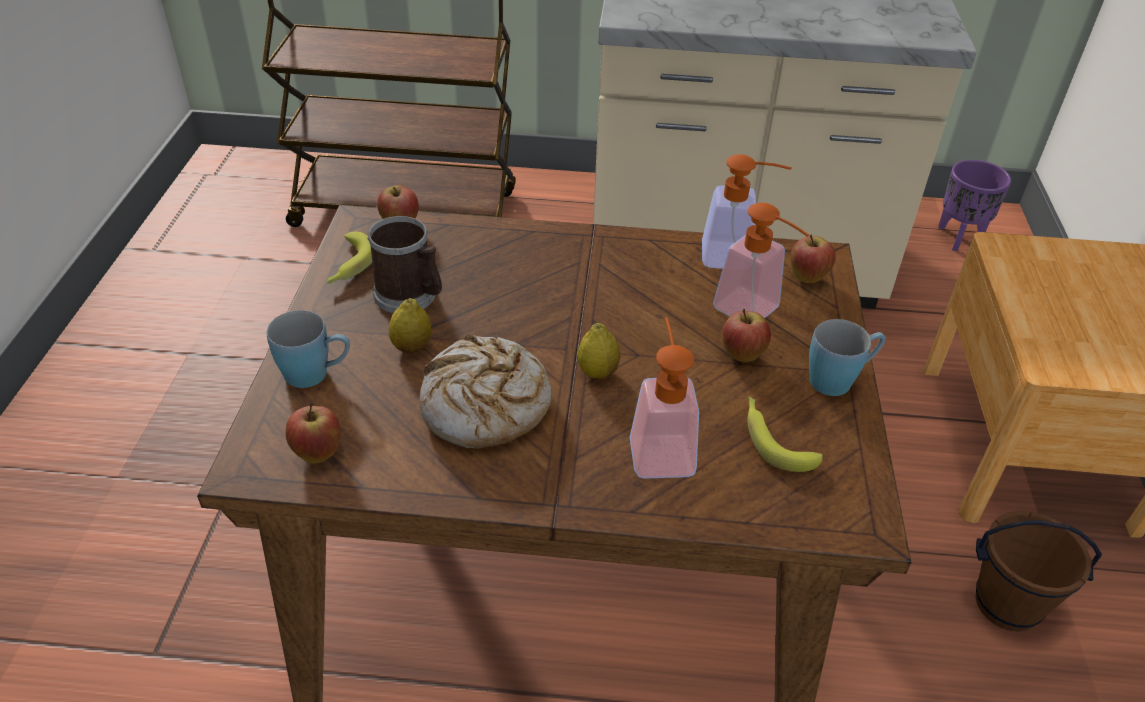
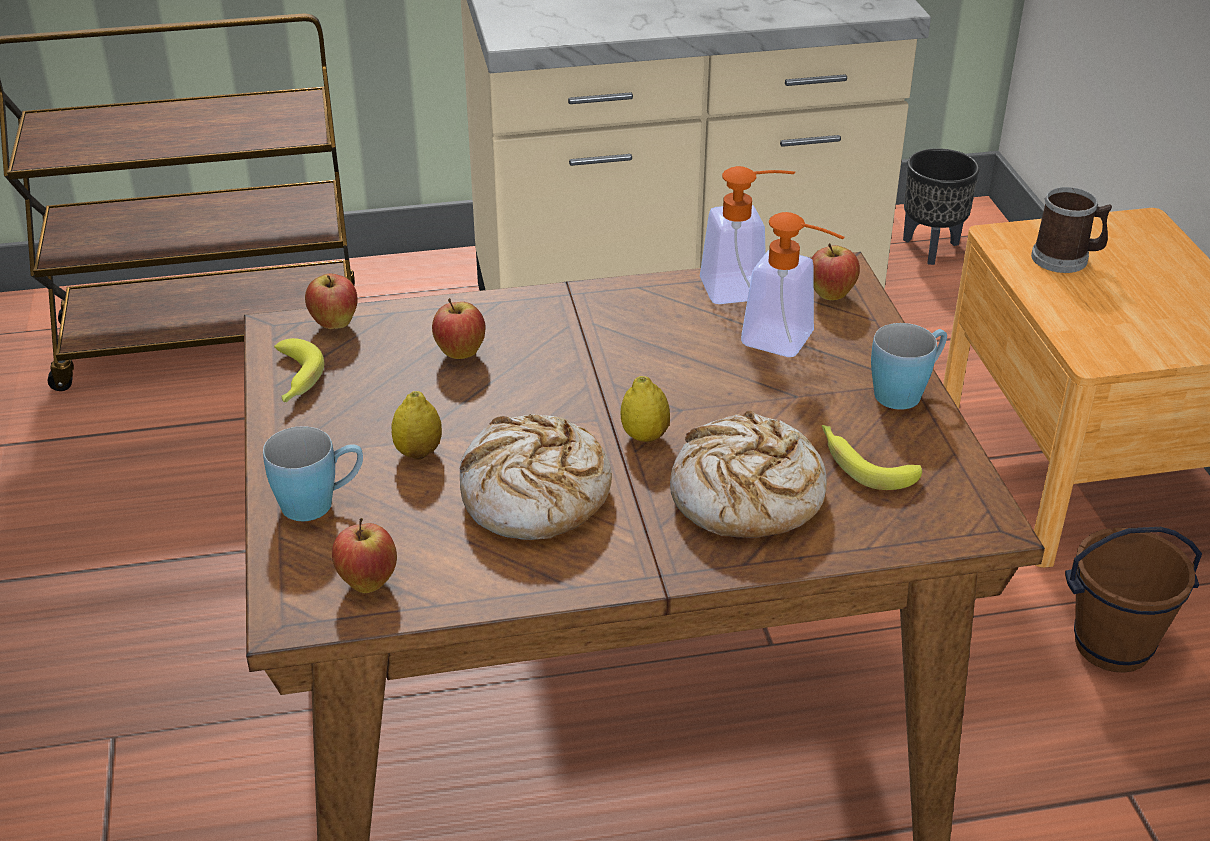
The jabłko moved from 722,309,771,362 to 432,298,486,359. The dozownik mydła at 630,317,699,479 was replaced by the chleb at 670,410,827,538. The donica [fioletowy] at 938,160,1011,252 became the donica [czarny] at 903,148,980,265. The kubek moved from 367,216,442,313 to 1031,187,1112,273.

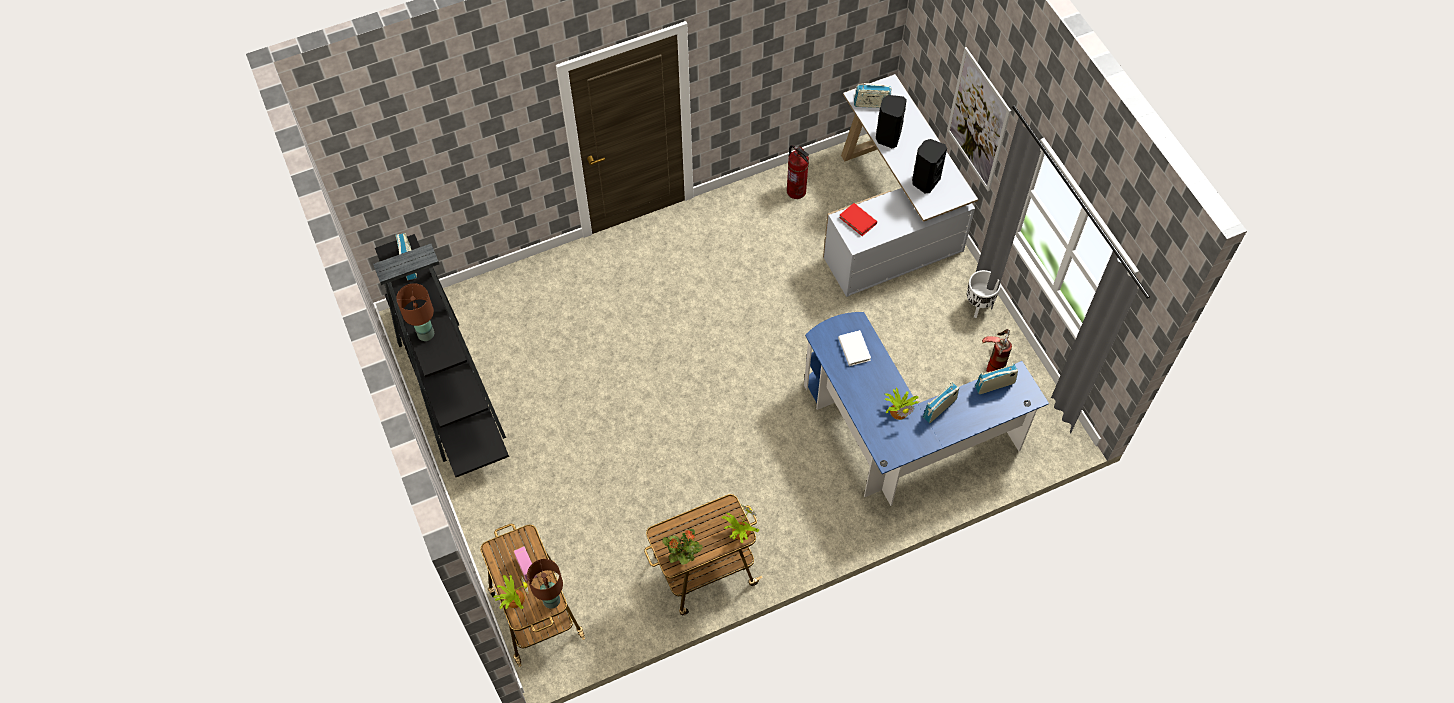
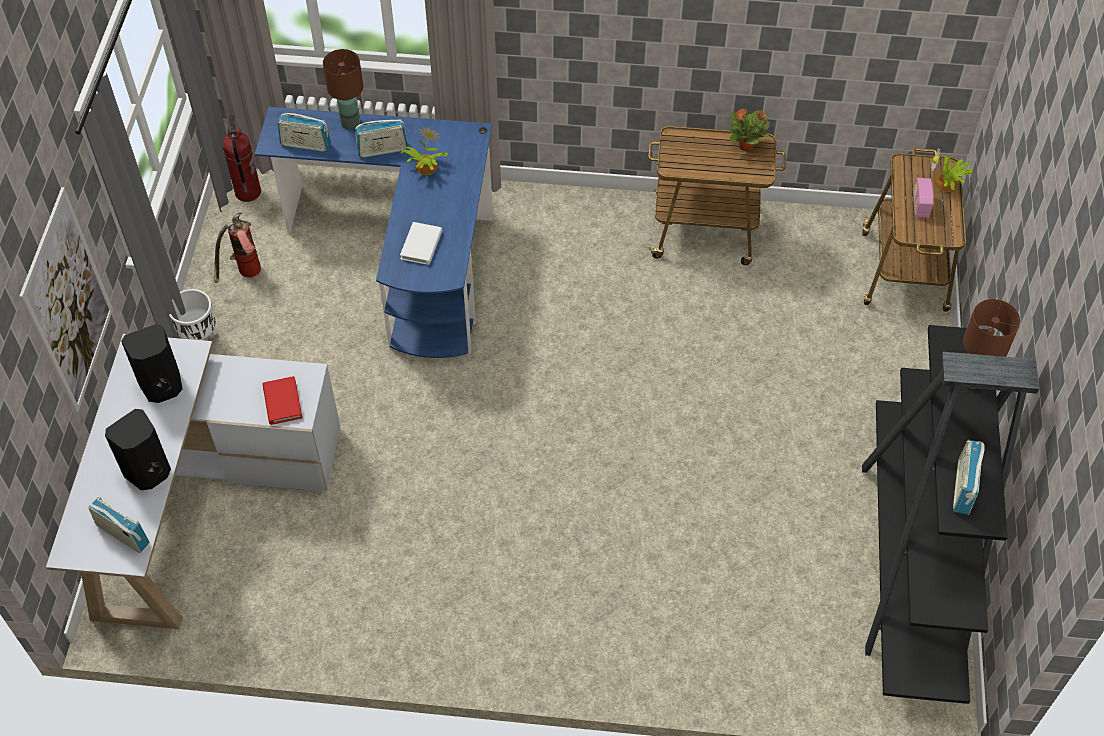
The gaśnica moved from 787,145,809,199 to 222,115,261,202. The lampa stołowa [brązowy] moved from 527,559,563,609 to 323,49,363,129. The roślina doniczkowa at 722,505,760,543 disappeared.

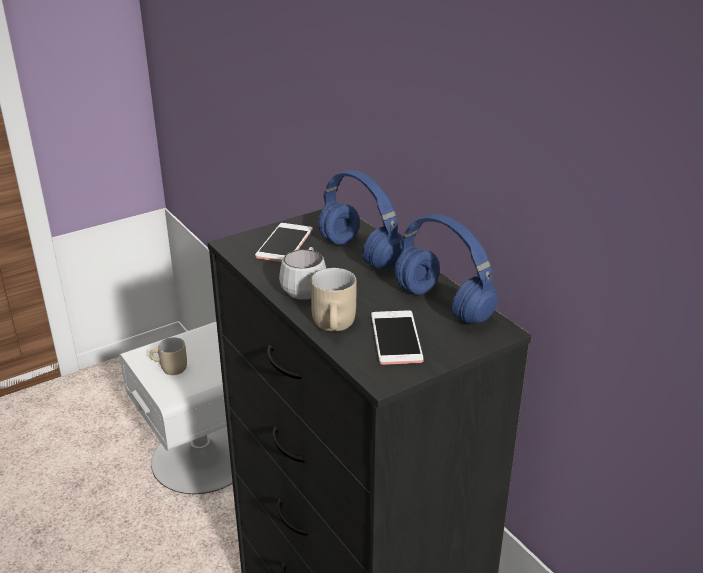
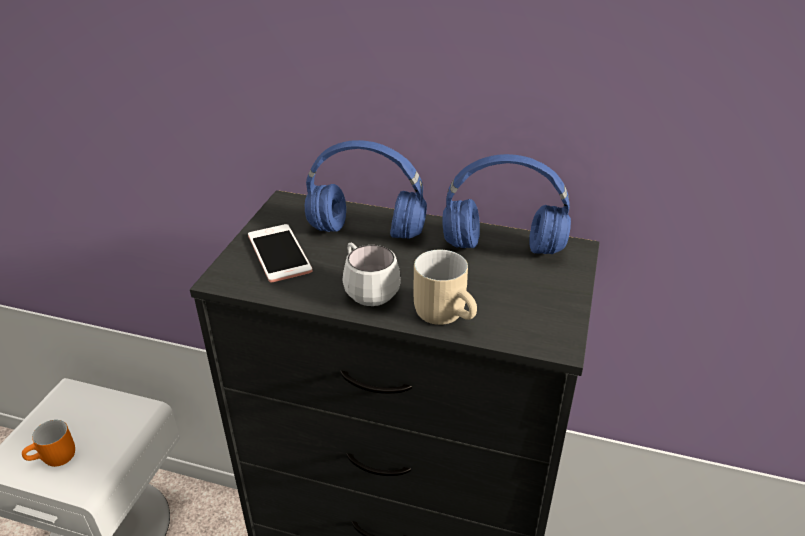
The kubek [beżowy] at 149,338,187,375 became the kubek [pomarańczowy] at 22,420,75,467. The telefon at 371,310,424,365 disappeared.

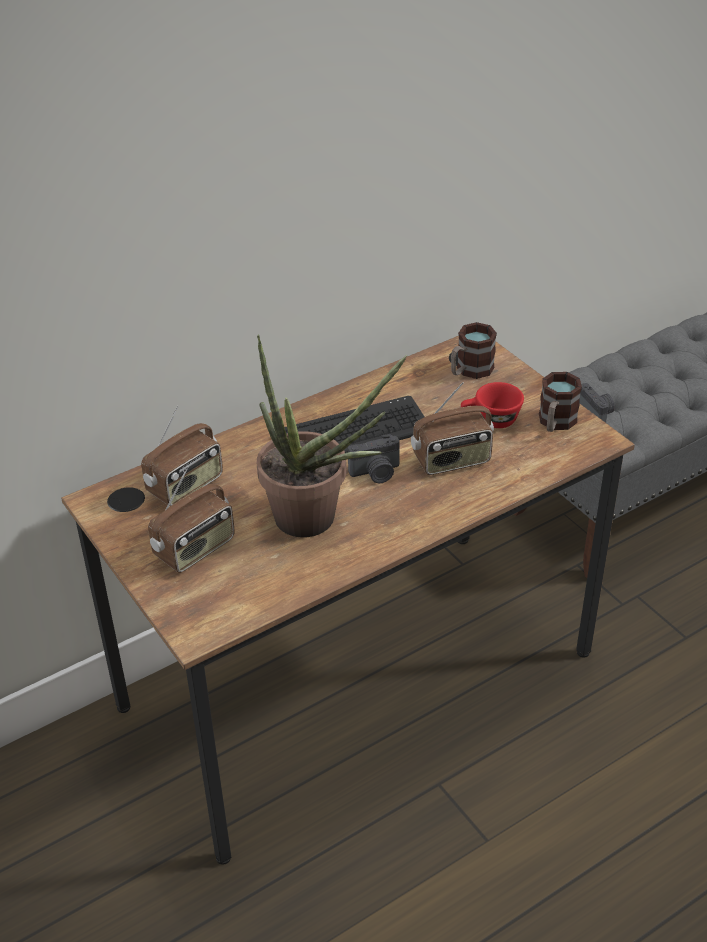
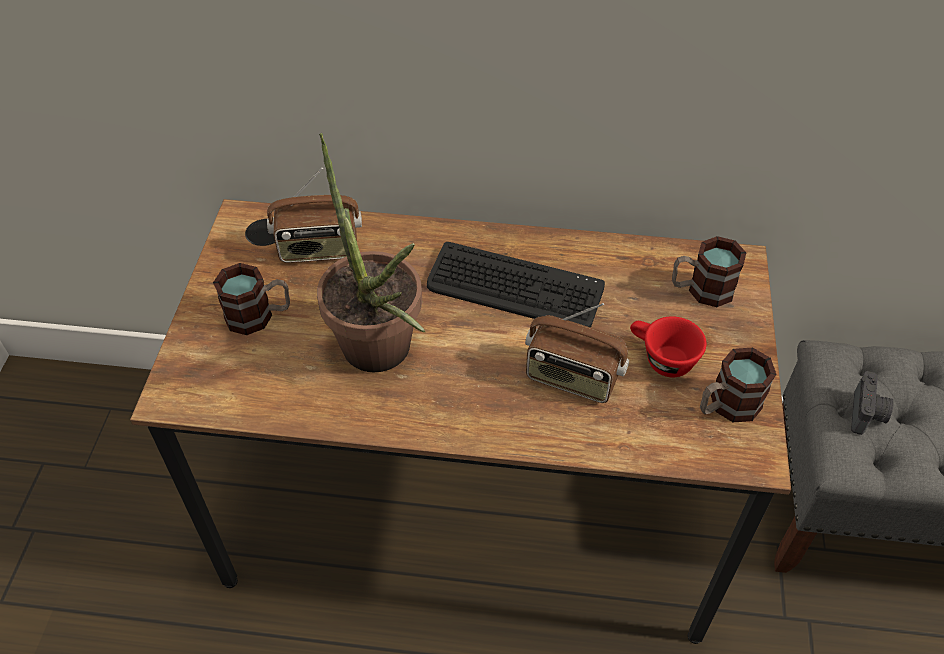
The radio at 148,466,235,573 was replaced by the kubek at 213,263,290,335. The aparat fotograficzny at 348,434,400,483 disappeared.

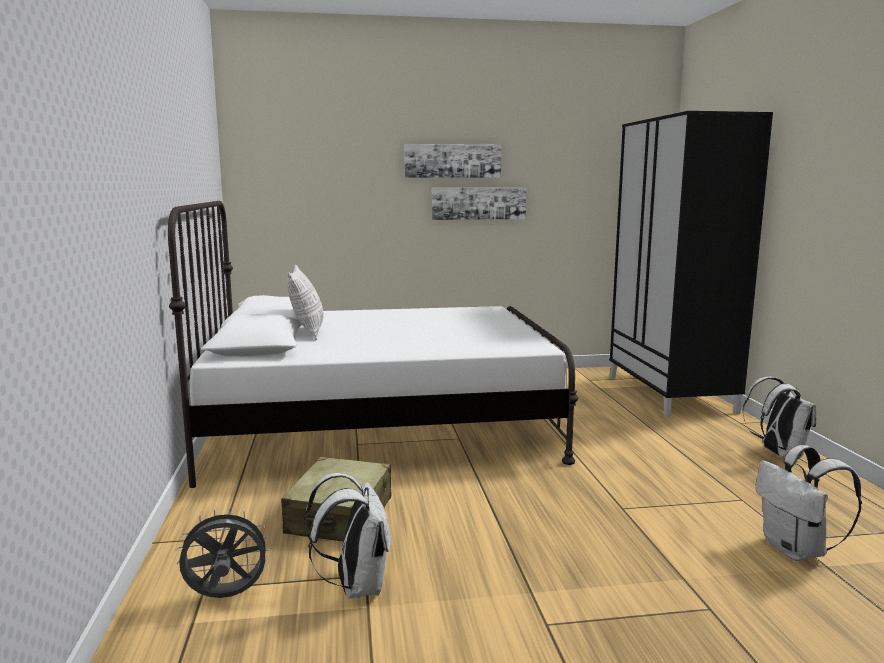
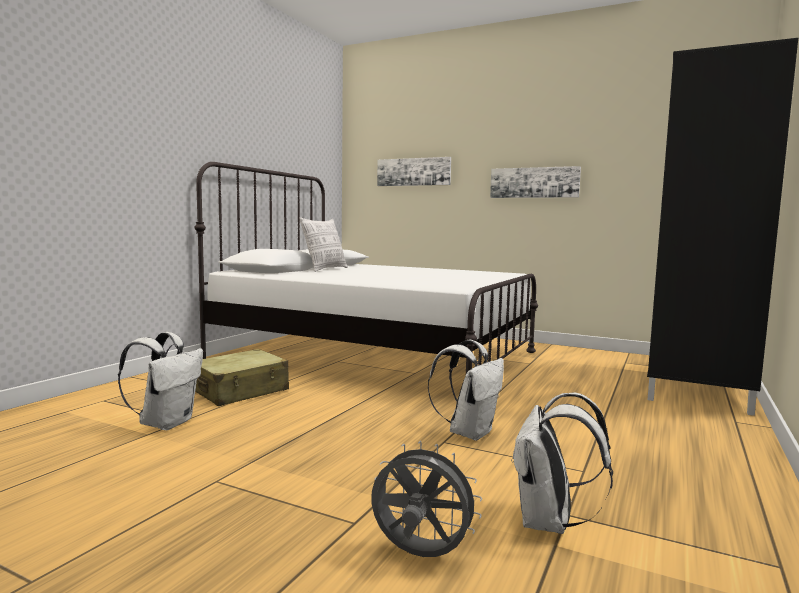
The wentylator [szary] moved from 176,508,272,598 to 371,441,482,557. The obraz moved from 404,144,501,178 to 377,157,451,186. The plecak [biały] moved from 742,377,816,458 to 428,340,504,441.

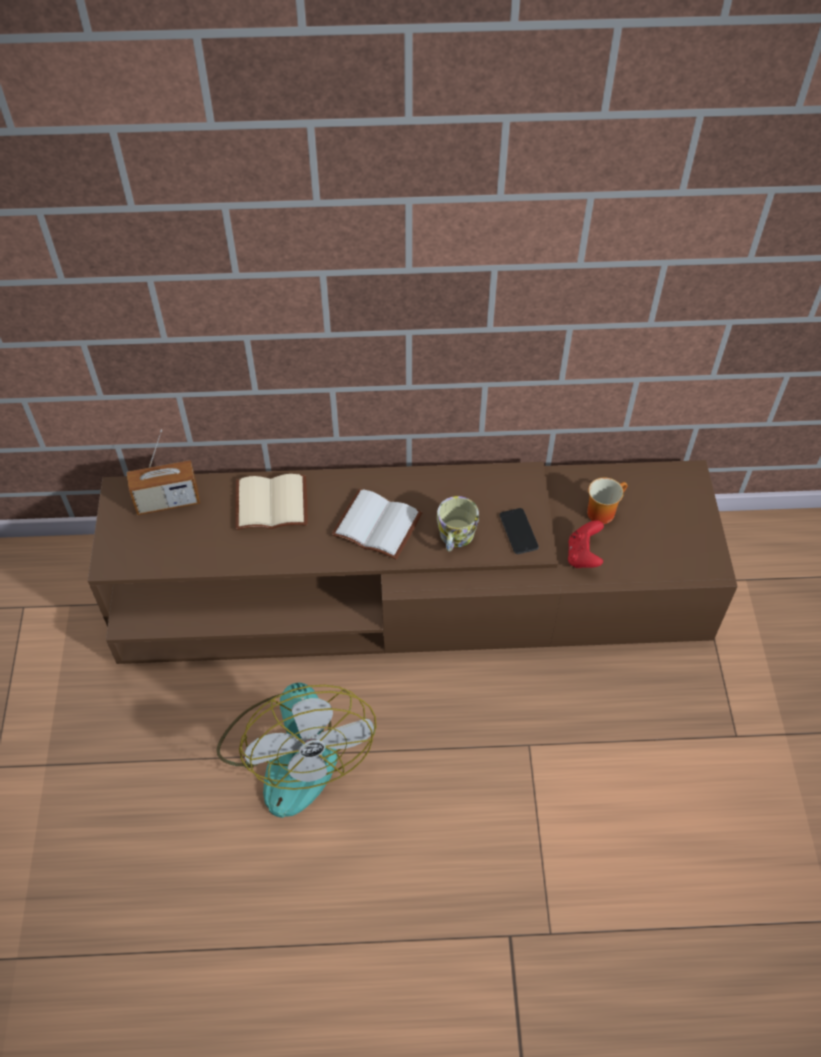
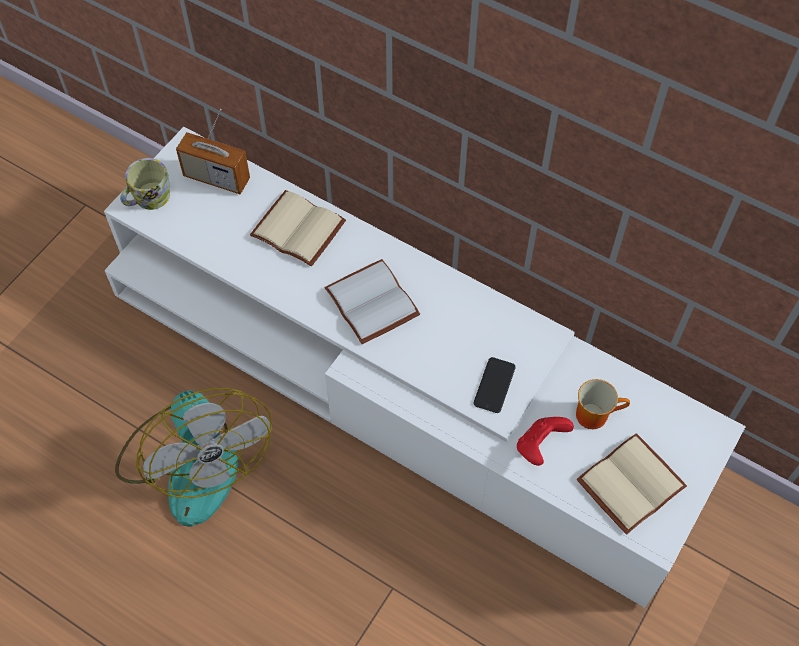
The szafka pod telewizor [brązowy] at 88,460,738,664 became the szafka pod telewizor [biały] at 104,127,746,608. The wentylator at 216,683,376,818 turned 45 degrees counterclockwise. The kubek moved from 437,496,479,552 to 120,158,170,210. The książka [beżowy] at 577,433,687,534 appeared.

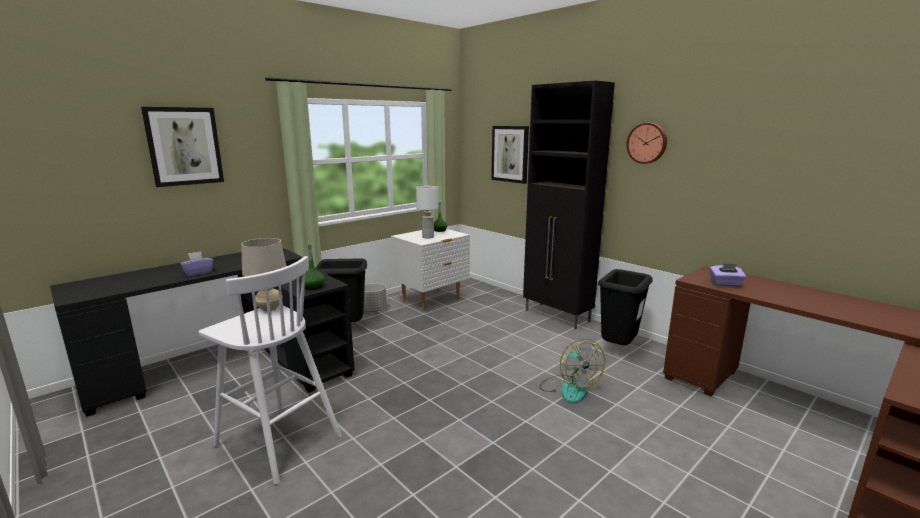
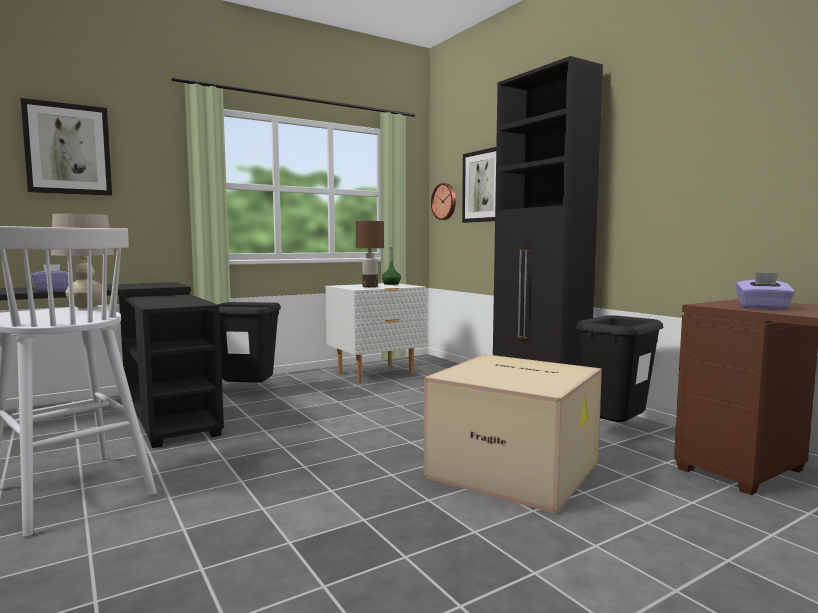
The lampa stołowa [biały] at 416,186,439,239 became the lampa stołowa [brązowy] at 356,221,384,287. The wentylator at 540,339,605,403 was replaced by the karton at 424,354,602,514. The zegar ścienny moved from 626,123,667,164 to 431,183,456,220. The butelka [zielony] at 301,245,325,290 disappeared. The donica [szary] at 364,283,387,312 disappeared.

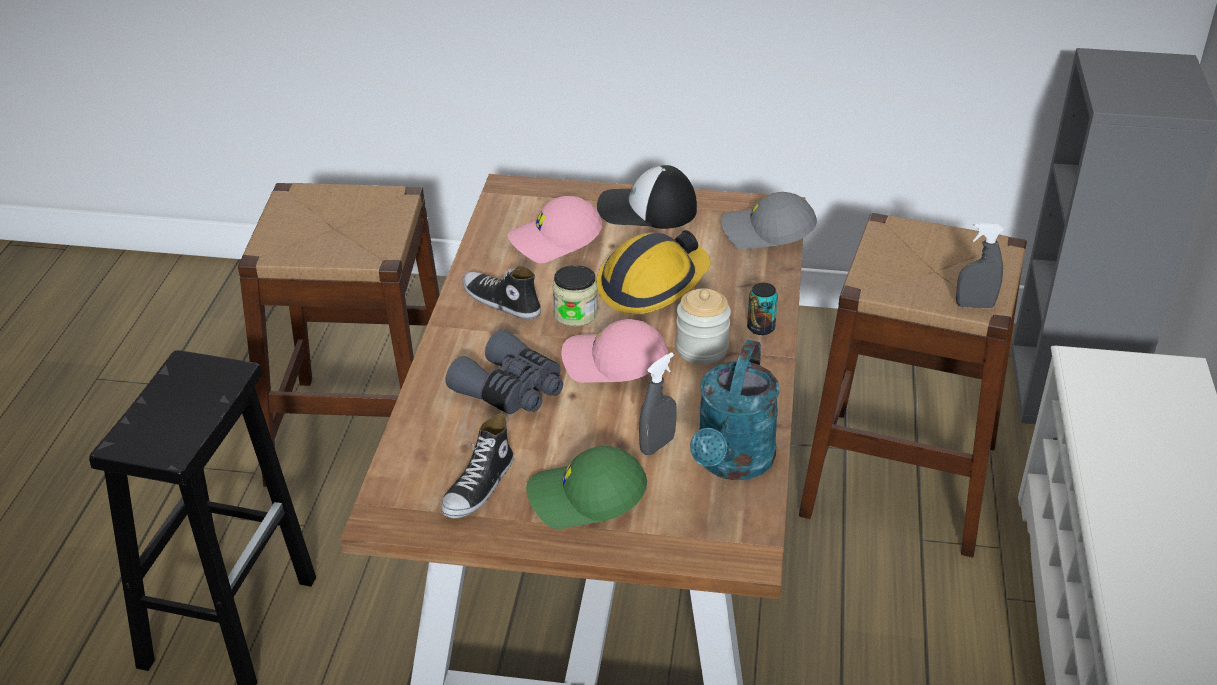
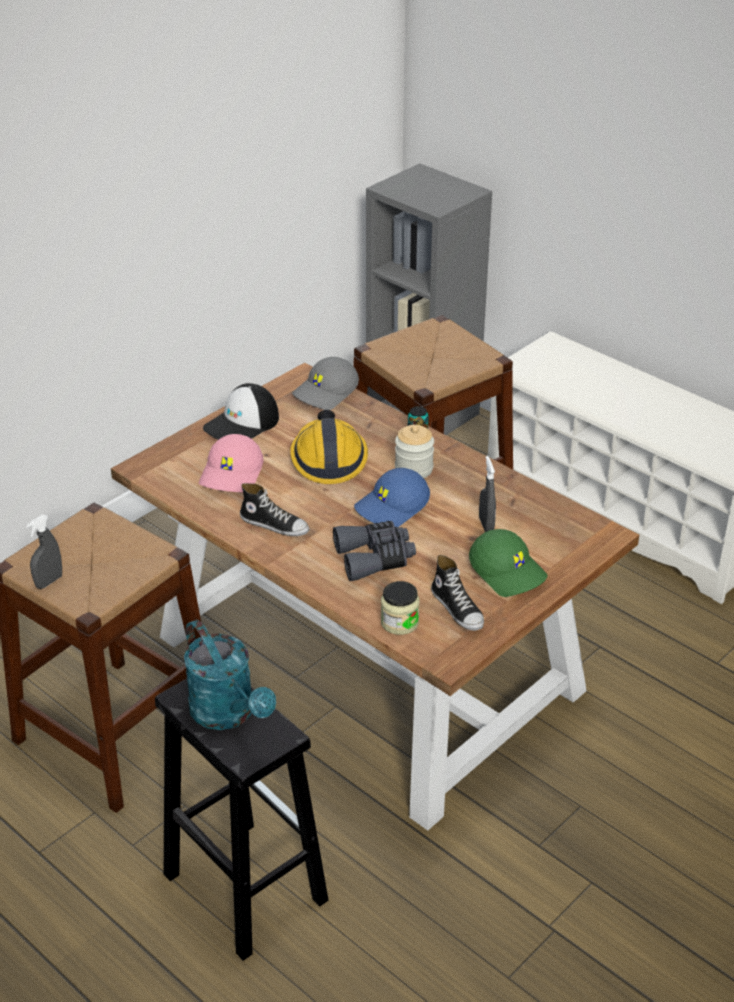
The spryskiwacz [szary] moved from 956,223,1004,308 to 26,515,62,589. The konewka [turkusowy] moved from 690,340,780,480 to 184,620,276,730. The but at 462,266,541,319 turned 135 degrees counterclockwise. The czapka z daszkiem [różowy] at 561,319,668,383 became the czapka z daszkiem [niebieski] at 354,468,430,527. The słoik moved from 552,265,598,327 to 381,581,419,635. The czapka z daszkiem [zielony] at 526,446,647,529 turned 75 degrees counterclockwise.

